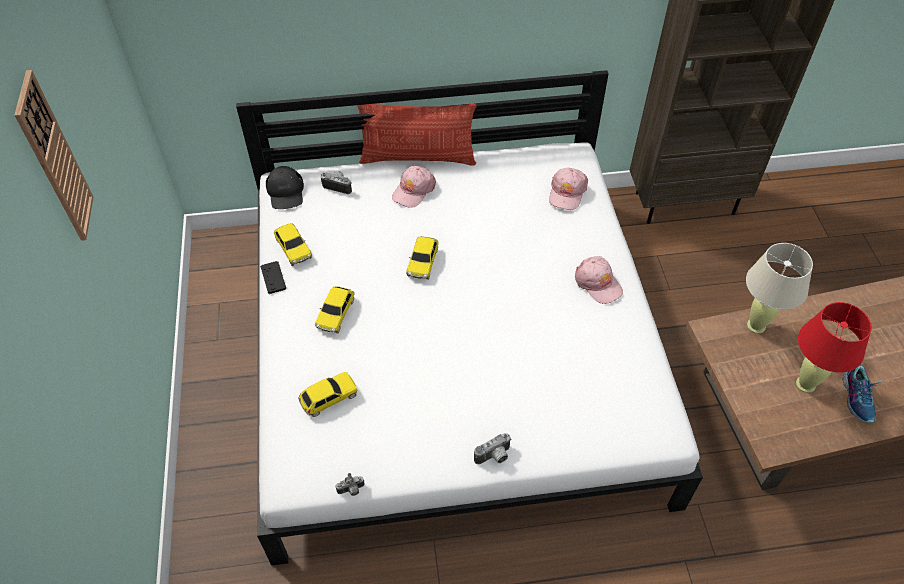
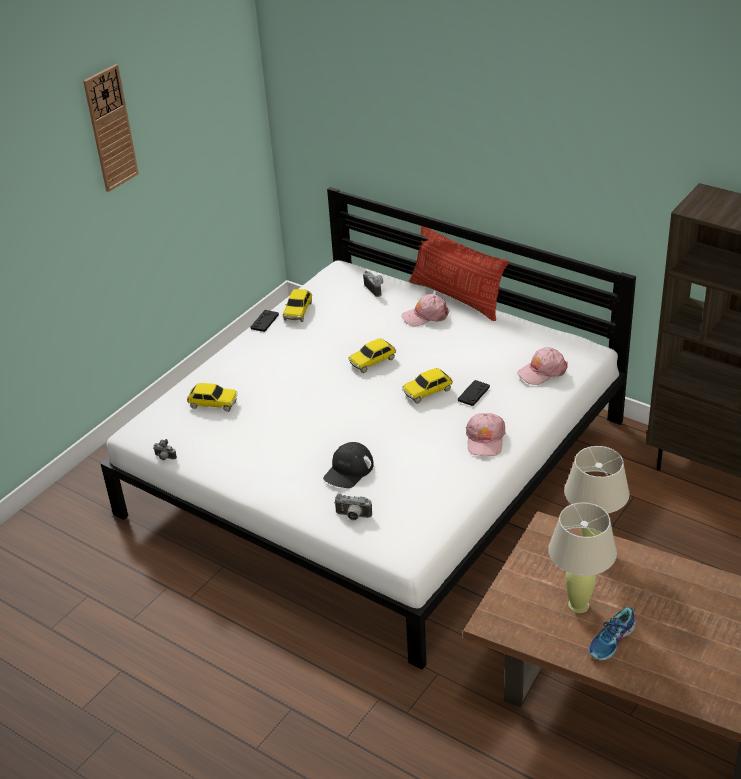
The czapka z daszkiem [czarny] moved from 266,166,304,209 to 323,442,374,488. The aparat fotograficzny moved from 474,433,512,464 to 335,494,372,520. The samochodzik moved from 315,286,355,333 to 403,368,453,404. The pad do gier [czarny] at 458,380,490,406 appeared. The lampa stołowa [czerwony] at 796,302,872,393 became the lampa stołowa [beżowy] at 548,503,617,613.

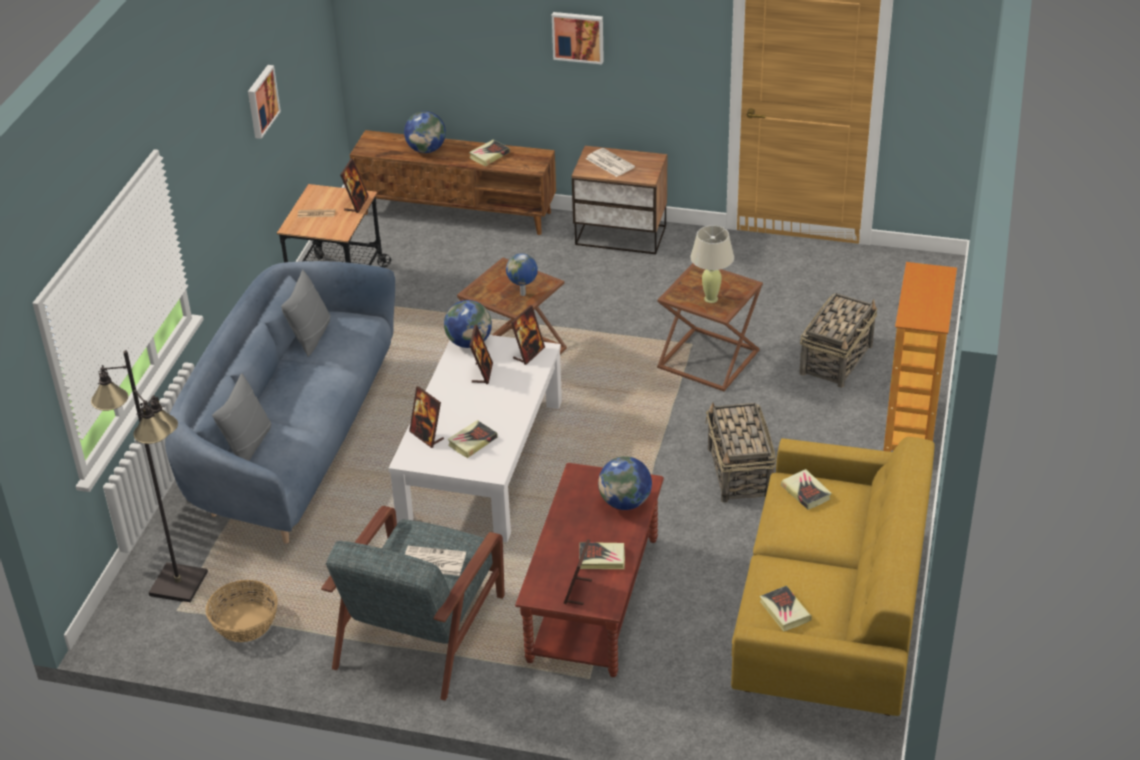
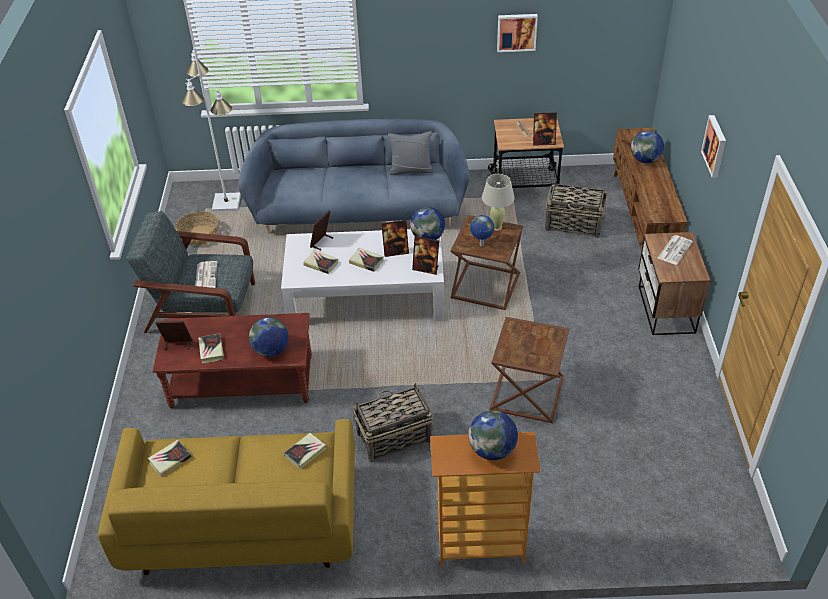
The lampa stojąca [czarny] at 91,350,208,602 became the lampa stojąca [biały] at 182,47,241,211. The książka moved from 469,140,510,166 to 349,248,384,272. The globus at 468,411,518,460 appeared. The lampa stołowa [beżowy] moved from 690,225,734,303 to 482,174,515,231. The koszyk moved from 799,293,877,388 to 545,183,607,238. The poduszka [szary] at 212,373,271,461 disappeared.

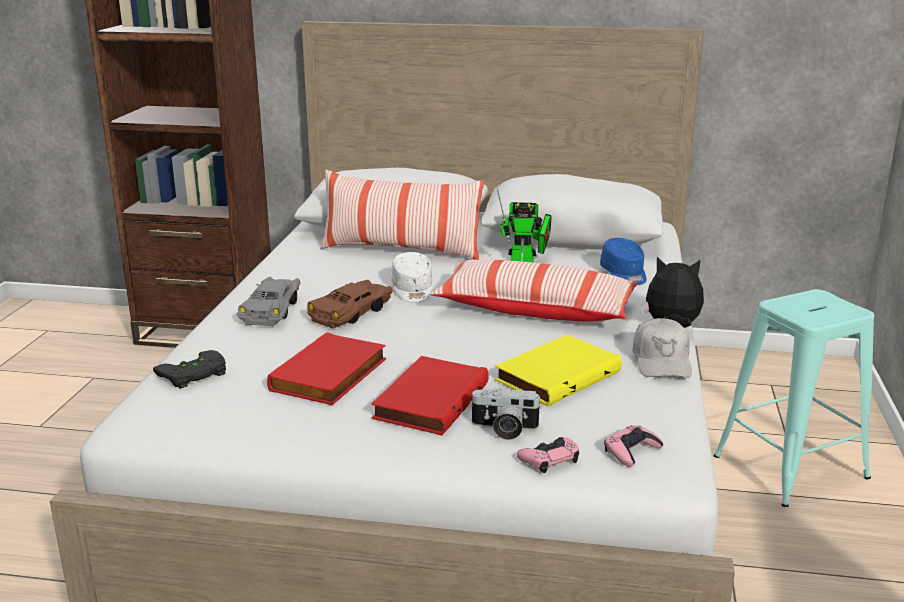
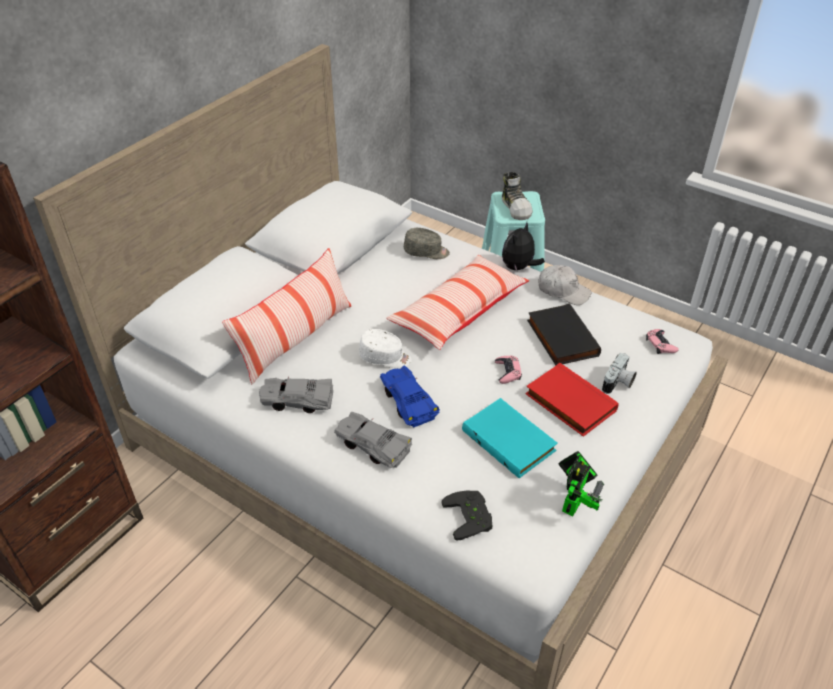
The samochodzik [szary] at 259,377,333,413 appeared. The samochodzik [brązowy] at 307,280,393,329 became the samochodzik [niebieski] at 380,365,440,427. The czapka z daszkiem [niebieski] at 600,238,647,285 became the czapka z daszkiem [szary] at 404,228,450,259. The książka [czerwony] at 267,332,386,405 became the książka [turkusowy] at 462,398,558,478. The pad do gier [różowy] moved from 517,437,579,473 to 495,356,522,384. The but at 502,172,533,220 appeared. The książka [żółty] at 495,335,622,406 became the książka [czarny] at 527,304,601,365. The robot zabawkowy moved from 497,187,552,262 to 559,451,604,516.

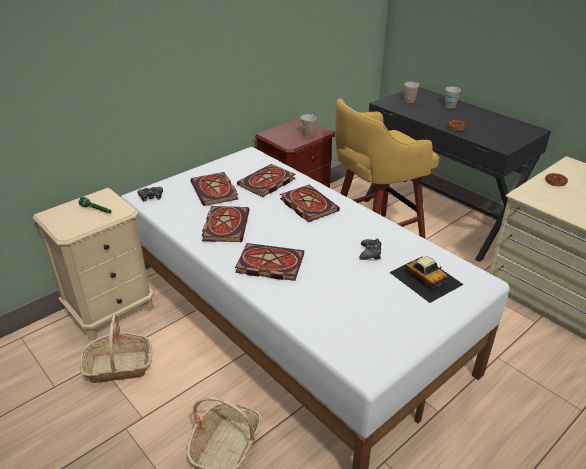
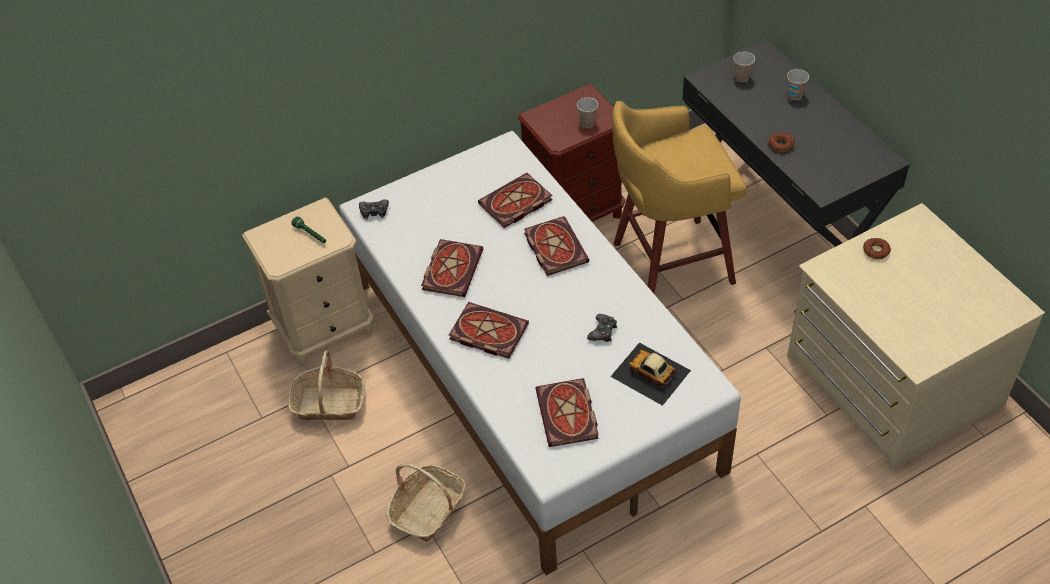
The książka moved from 190,172,238,206 to 536,378,599,447. The samochodzik at 389,256,464,303 turned 150 degrees clockwise.

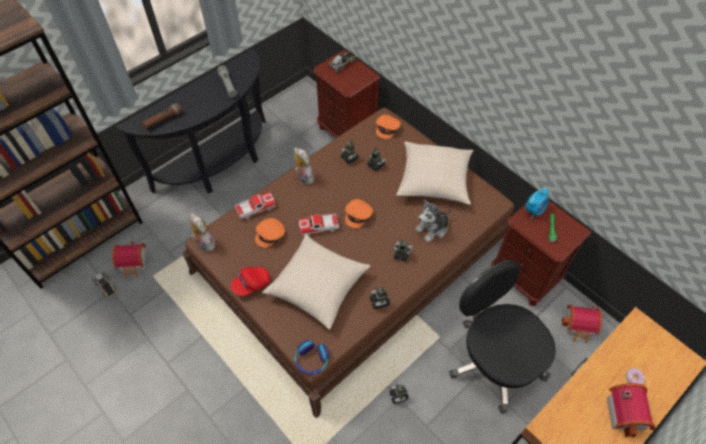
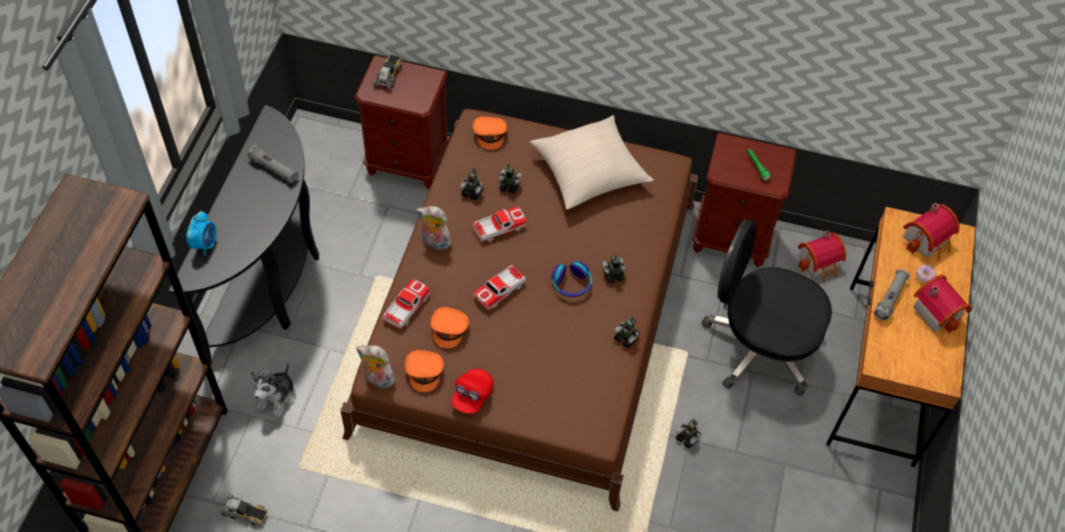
The budzik moved from 525,188,549,219 to 186,211,216,256. The pluszak moved from 415,199,452,242 to 251,362,296,417. The czapka z daszkiem [pomarańczowy] moved from 345,199,373,228 to 405,350,444,392. The samochodzik at 473,206,526,242 appeared. The słuchawki moved from 295,340,329,375 to 552,261,592,297. The latarka [szary] at 874,269,910,321 appeared. The domek moved from 112,241,146,278 to 903,203,959,261. The latarka [brązowy] at 142,103,182,130 disappeared. The poduszka [beżowy] at 262,234,371,330 disappeared.

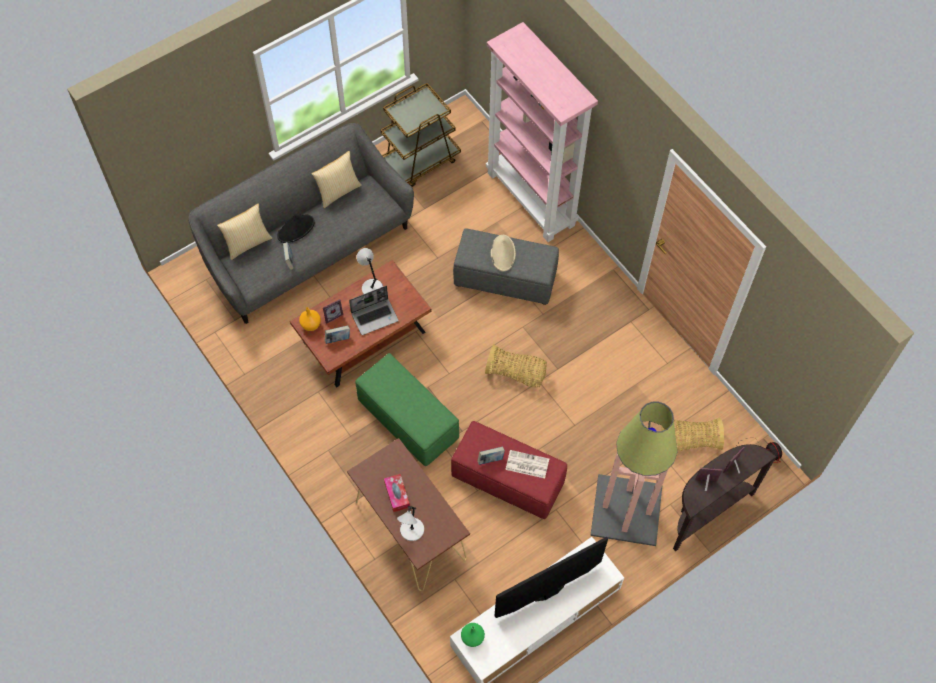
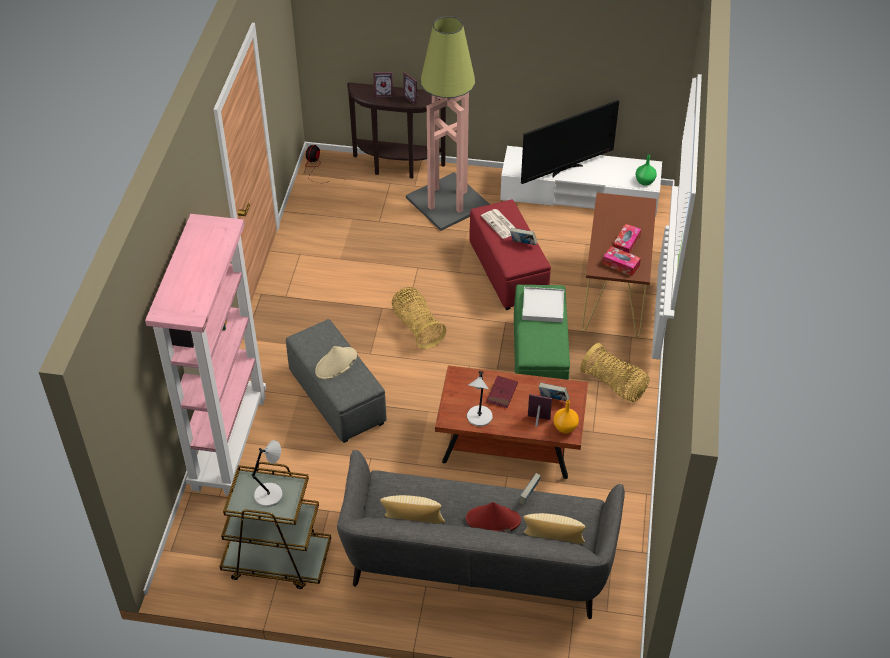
The lampa stołowa [szary] moved from 397,506,424,541 to 251,440,283,507. The kapelusz [czarny] at 277,215,315,243 became the kapelusz [czerwony] at 466,502,521,532. The laptop at 349,286,399,335 was replaced by the książka [czerwony] at 487,375,518,408. The telewizor at 495,537,608,618 turned 45 degrees counterclockwise. The taca [biały] at 522,287,564,323 appeared. The koszyk moved from 661,418,724,452 to 580,343,650,402. The pudełko chusteczek at 603,246,641,276 appeared.

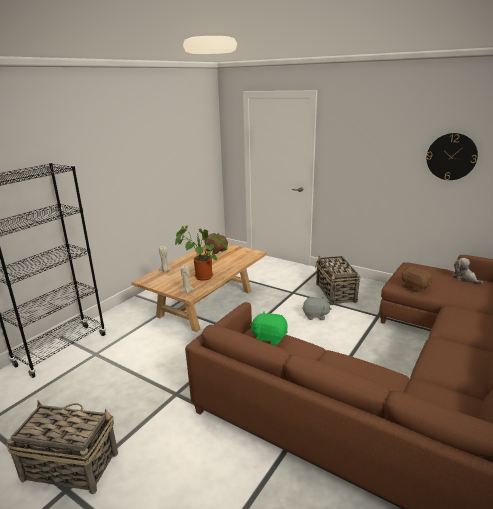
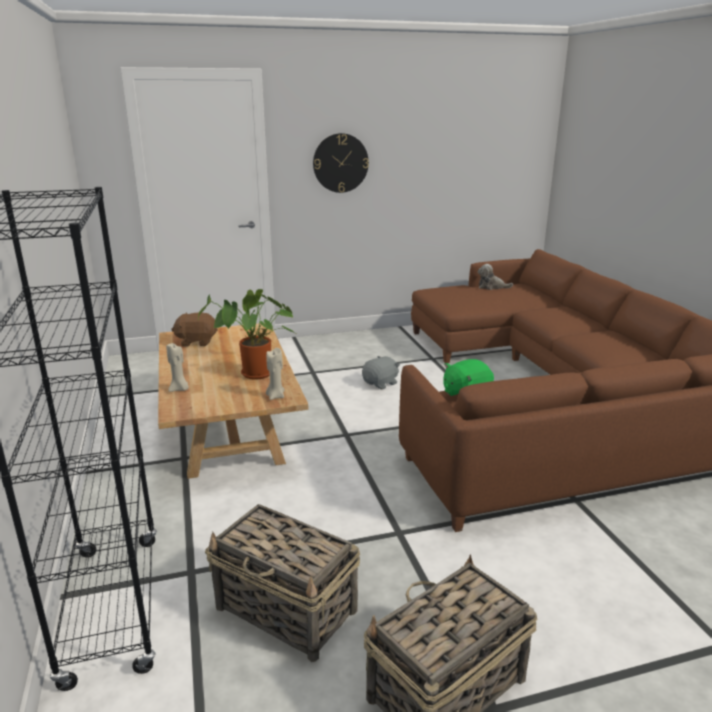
The koszyk moved from 315,255,360,305 to 205,504,360,662. The zegar ścienny moved from 427,133,478,180 to 313,133,369,193. The pluszak [brązowy] at 401,266,433,292 disappeared.

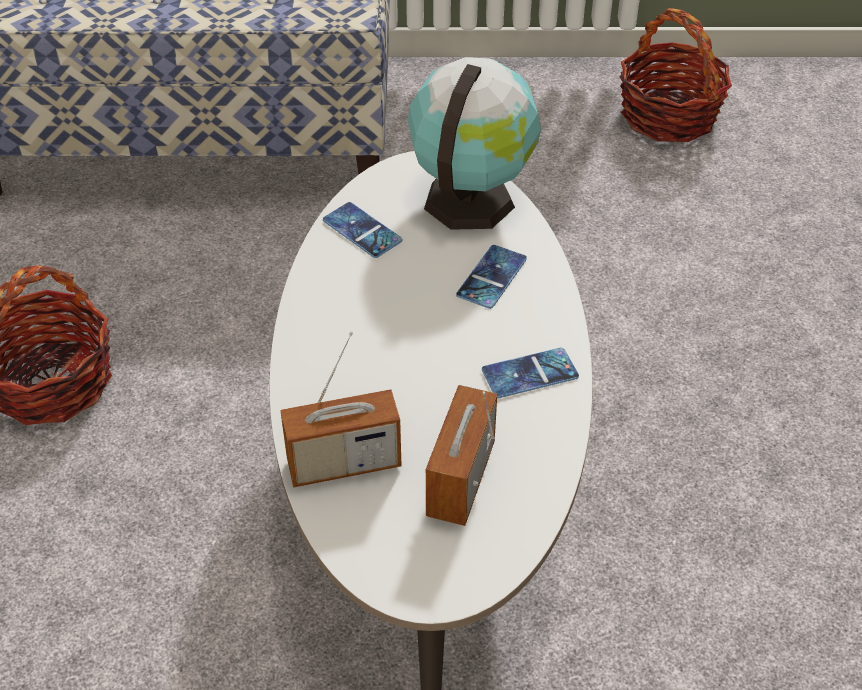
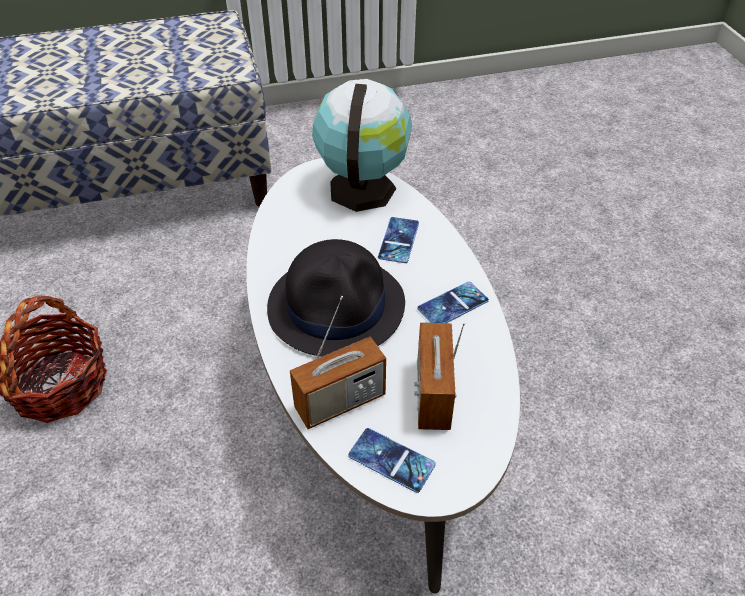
The kapelusz [czarny] at 267,239,405,357 appeared. The telefon moved from 323,202,402,258 to 348,428,436,493. The koszyk at 620,8,732,142 disappeared.

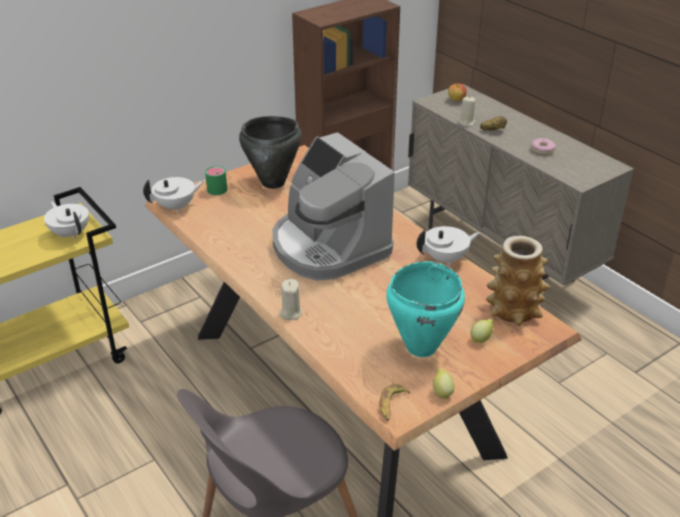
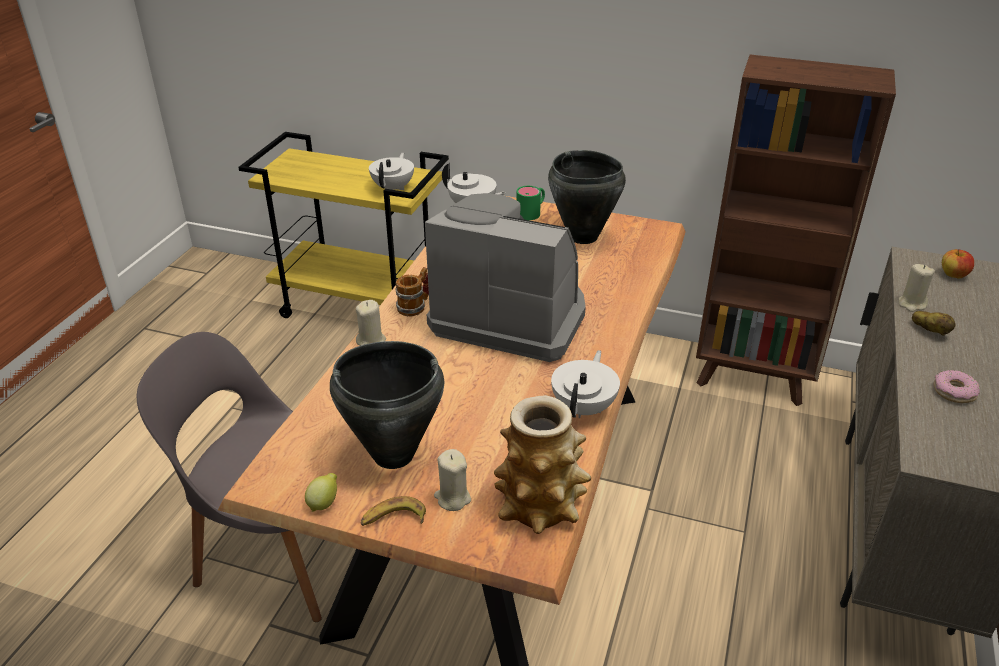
The garnek [turkusowy] at 386,261,465,357 became the garnek [czarny] at 330,341,444,469. The banan moved from 380,384,410,421 to 361,496,426,526. The kubek at 395,267,429,317 appeared. The ekspres do kawy at 272,132,395,281 turned 90 degrees clockwise. The cytryna at 470,319,494,343 was replaced by the świeca [beżowy] at 434,449,471,511. The imbryk [biały] at 416,226,480,266 turned 105 degrees counterclockwise.

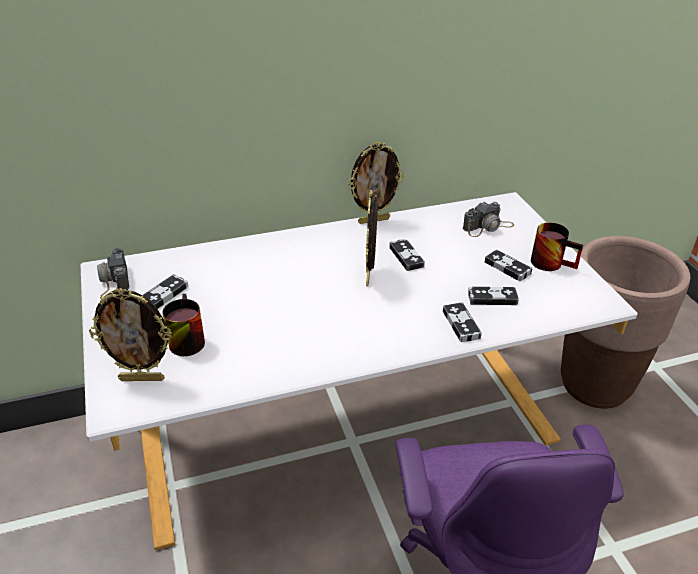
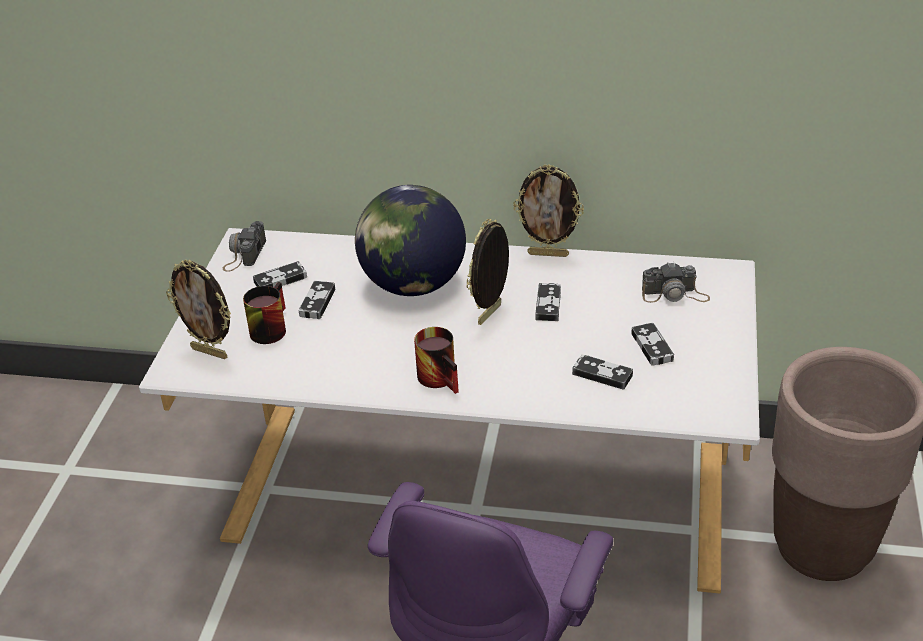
The pad do gier moved from 443,302,482,342 to 299,281,335,319. The globus at 355,185,466,296 appeared. The kubek moved from 531,222,583,271 to 414,327,459,394.

